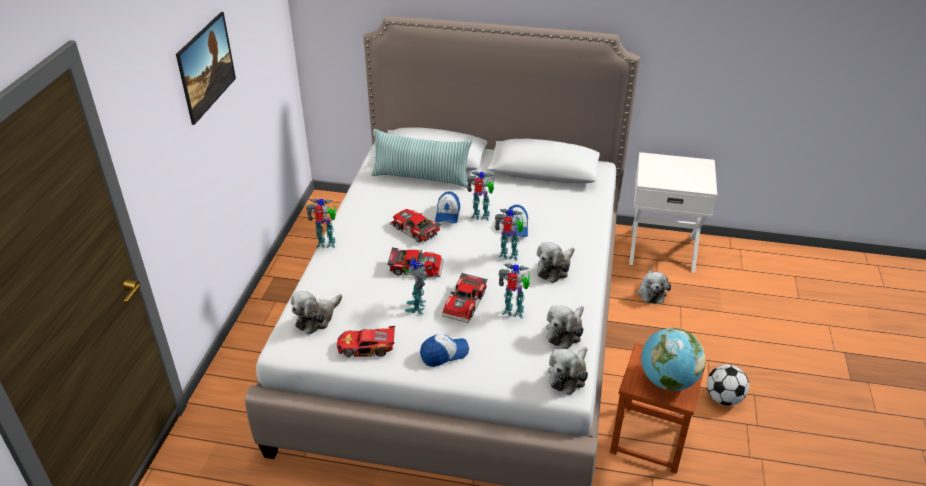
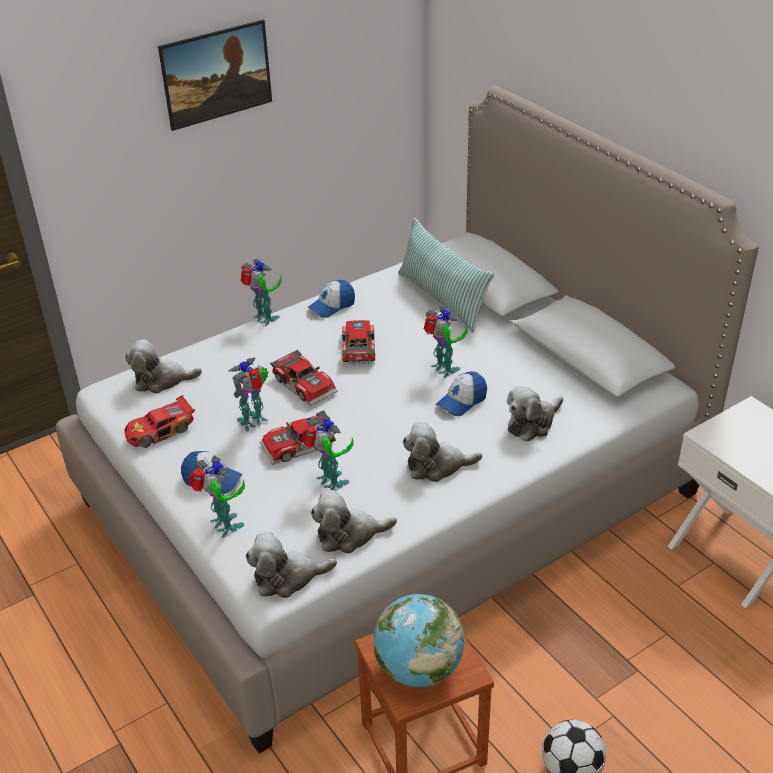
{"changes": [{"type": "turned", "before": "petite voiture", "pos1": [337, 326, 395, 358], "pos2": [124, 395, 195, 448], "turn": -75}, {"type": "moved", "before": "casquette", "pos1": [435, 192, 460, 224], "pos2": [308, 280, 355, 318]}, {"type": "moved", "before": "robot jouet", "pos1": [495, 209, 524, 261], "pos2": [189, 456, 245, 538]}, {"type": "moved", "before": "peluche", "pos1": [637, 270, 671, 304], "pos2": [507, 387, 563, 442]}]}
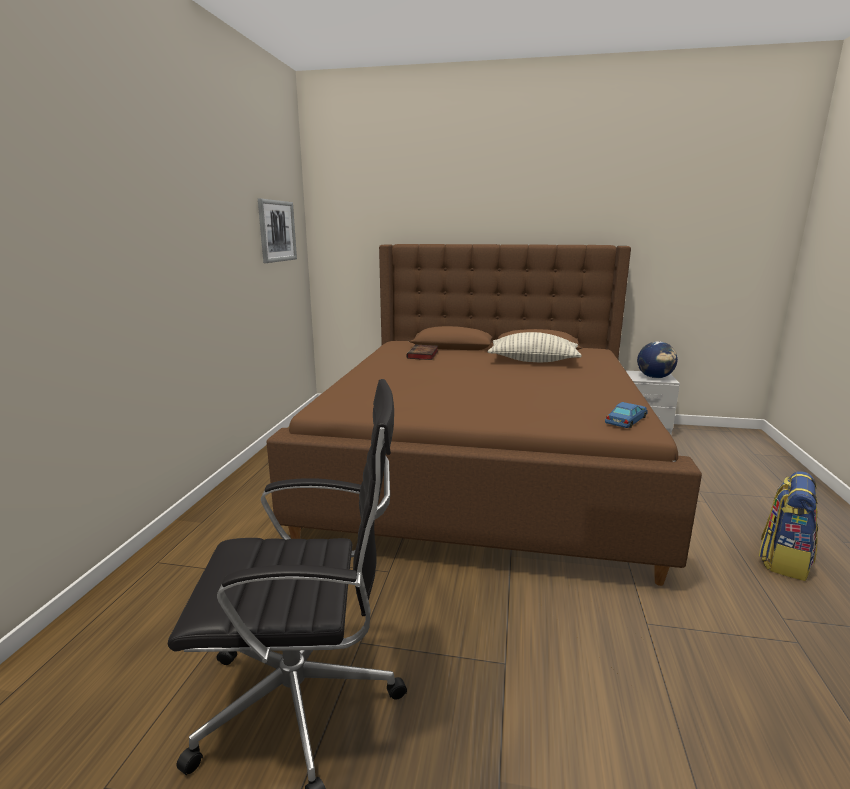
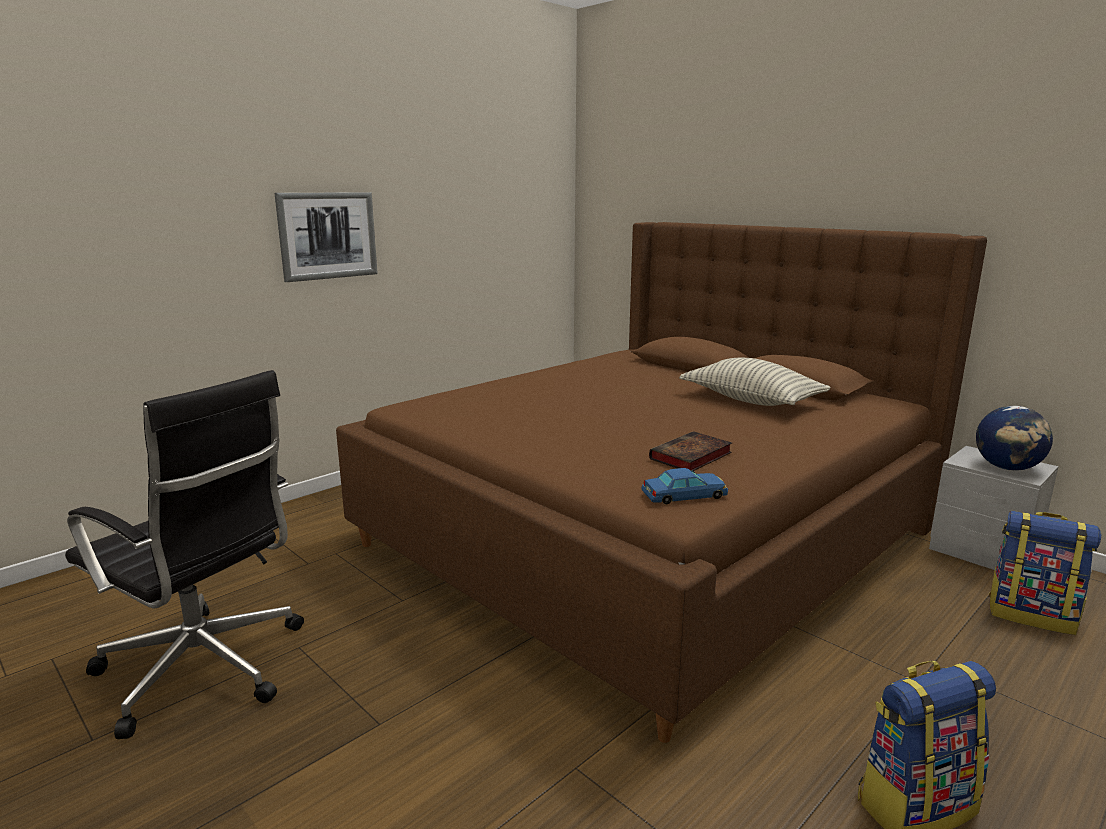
{"changes": [{"type": "moved", "before": "tableau", "pos1": [258, 198, 297, 263], "pos2": [275, 192, 378, 282]}, {"type": "moved", "before": "livre", "pos1": [407, 345, 438, 360], "pos2": [649, 431, 732, 471]}, {"type": "added", "after": "sac à dos", "pos2": [989, 511, 1102, 635]}]}
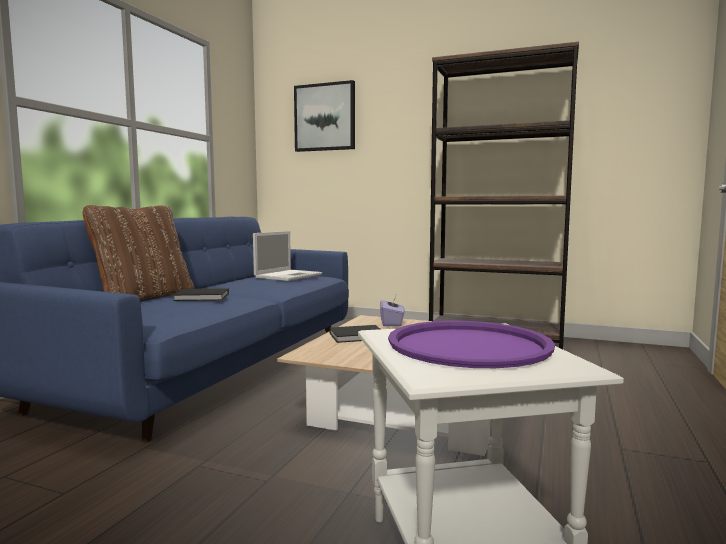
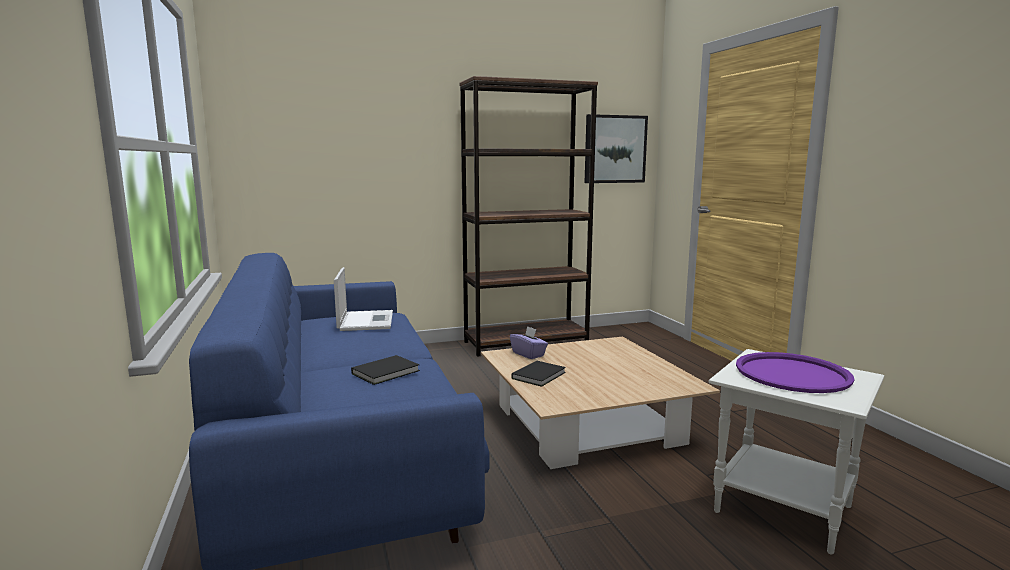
{"changes": [{"type": "removed", "before": "coussin [marron]", "pos1": [83, 205, 194, 300]}, {"type": "moved", "before": "tableau", "pos1": [294, 80, 355, 152], "pos2": [585, 114, 648, 183]}]}
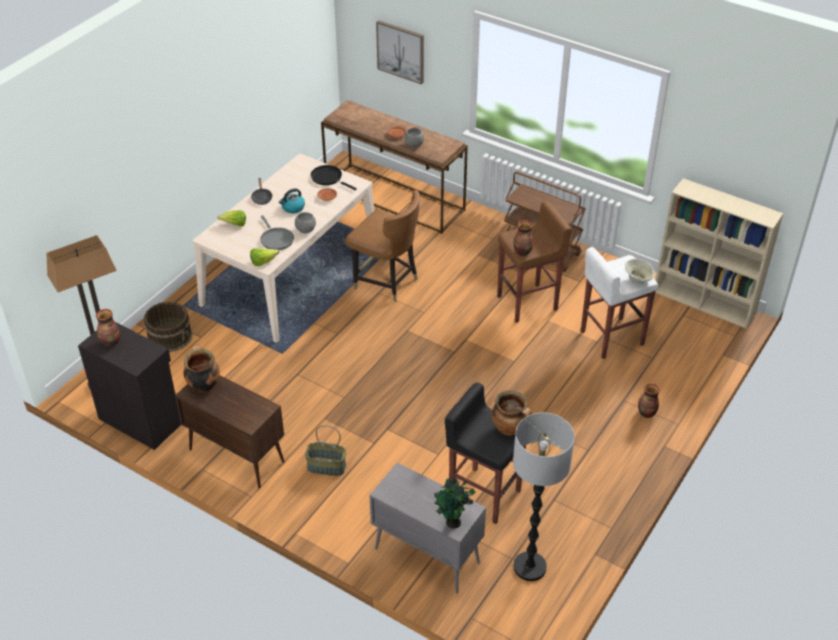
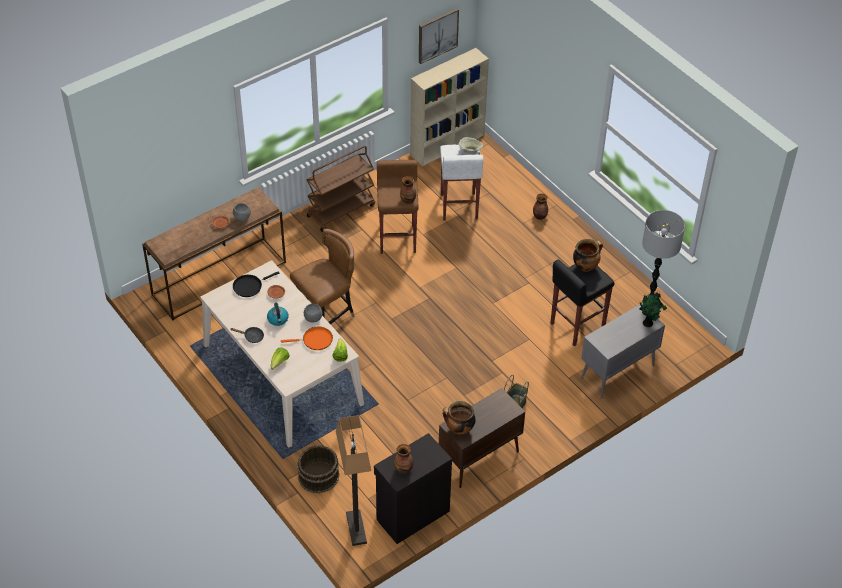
{"changes": [{"type": "recoloured", "before": "poêle [gris]", "after": "poêle [orange]", "pos1": [260, 215, 294, 250], "pos2": [281, 326, 333, 350]}, {"type": "moved", "before": "tableau", "pos1": [376, 20, 424, 85], "pos2": [419, 8, 459, 64]}]}
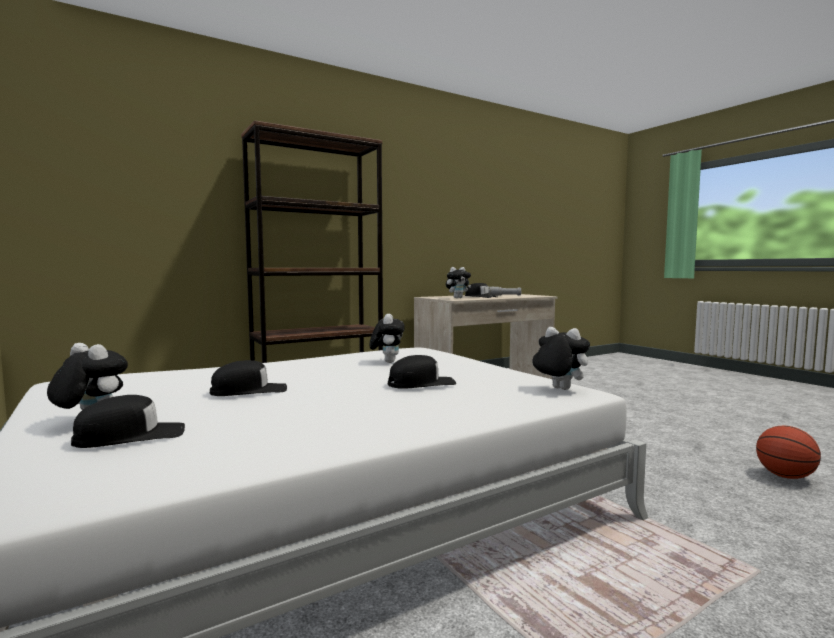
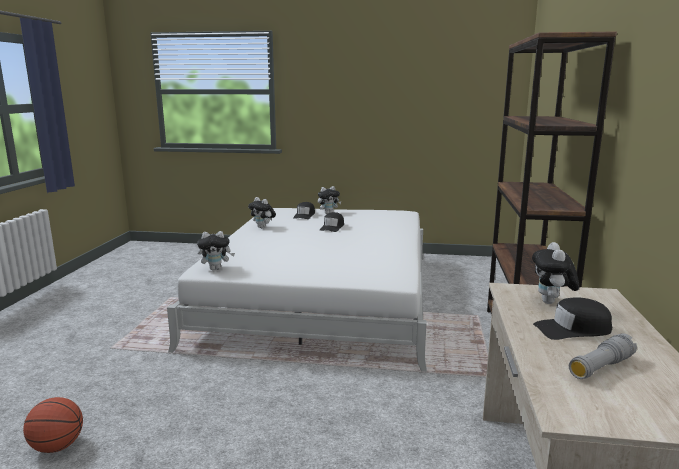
{"changes": [{"type": "moved", "before": "peluche", "pos1": [369, 314, 404, 363], "pos2": [248, 197, 276, 228]}, {"type": "removed", "before": "casquette [noir]", "pos1": [388, 355, 456, 389]}]}
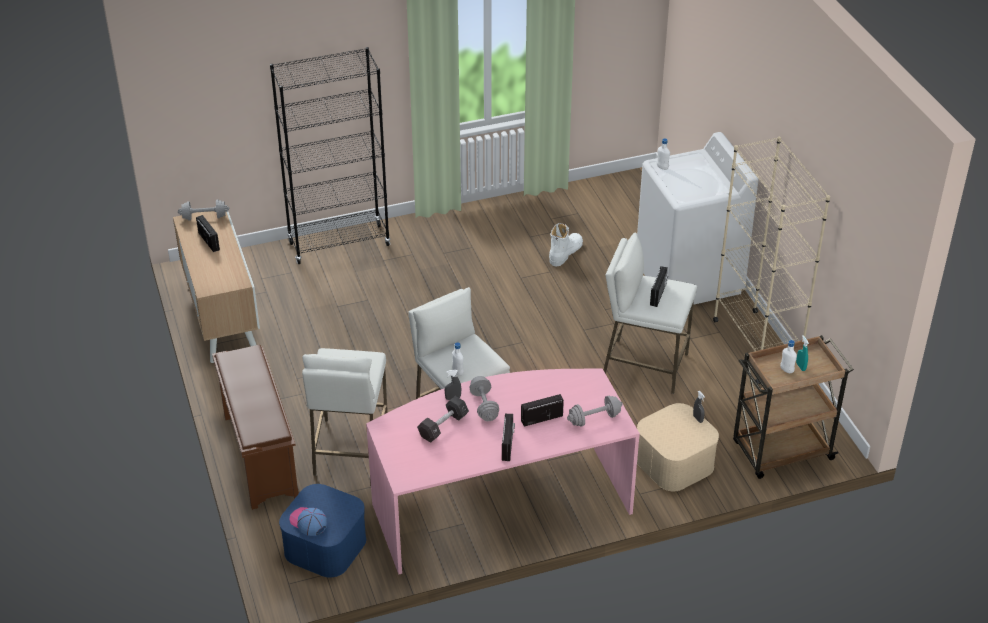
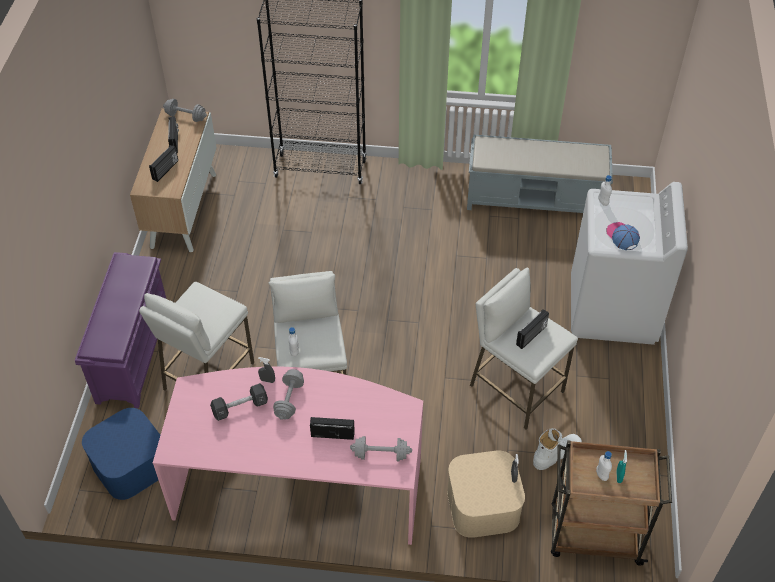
{"changes": [{"type": "recoloured", "before": "étagère à chaussures [marron]", "after": "étagère à chaussures [violet]", "pos1": [212, 345, 299, 510], "pos2": [75, 252, 166, 408]}, {"type": "moved", "before": "casquette", "pos1": [289, 507, 327, 536], "pos2": [606, 222, 640, 250]}, {"type": "moved", "before": "radio", "pos1": [502, 414, 515, 461], "pos2": [149, 145, 178, 182]}, {"type": "moved", "before": "botte [blanc]", "pos1": [549, 223, 583, 266], "pos2": [533, 428, 582, 470]}, {"type": "removed", "before": "bibliothèque [beige]", "pos1": [713, 136, 830, 384]}, {"type": "added", "after": "banc [gris]", "pos2": [467, 134, 613, 213]}]}
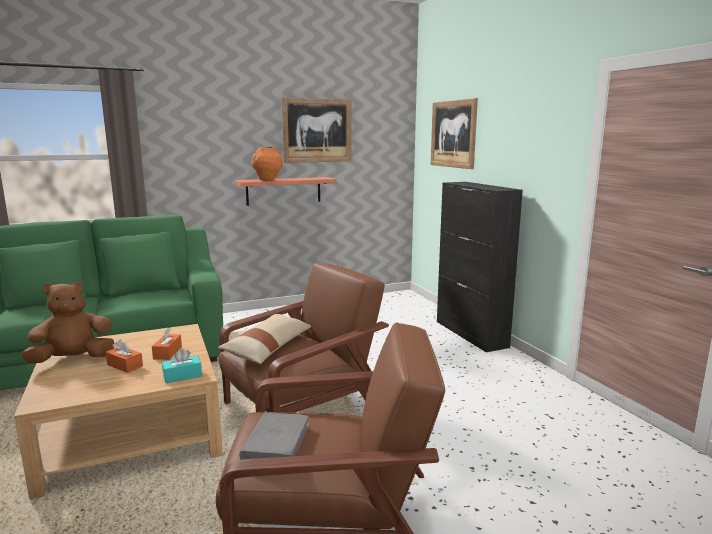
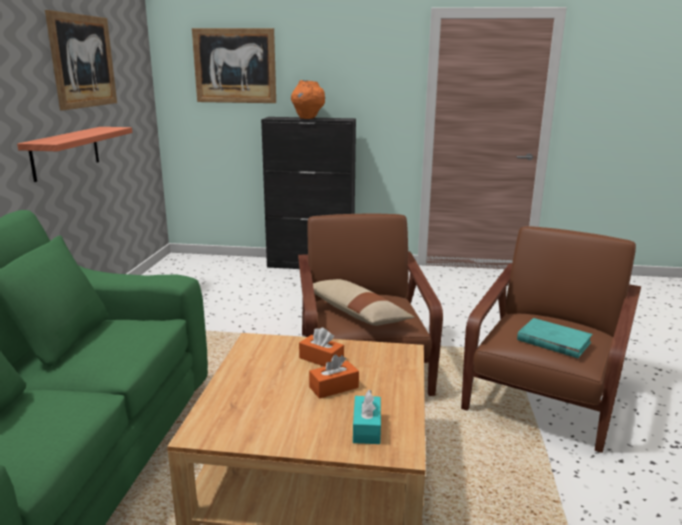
{"changes": [{"type": "removed", "before": "peluche [marron]", "pos1": [21, 281, 114, 364]}, {"type": "moved", "before": "boîte à mouchoirs [turquoise]", "pos1": [162, 349, 202, 383], "pos2": [353, 390, 381, 444]}, {"type": "recoloured", "before": "livre [gris]", "after": "livre [turquoise]", "pos1": [239, 412, 310, 460], "pos2": [517, 318, 593, 358]}, {"type": "moved", "before": "vase [orange]", "pos1": [251, 146, 283, 181], "pos2": [291, 80, 325, 119]}]}
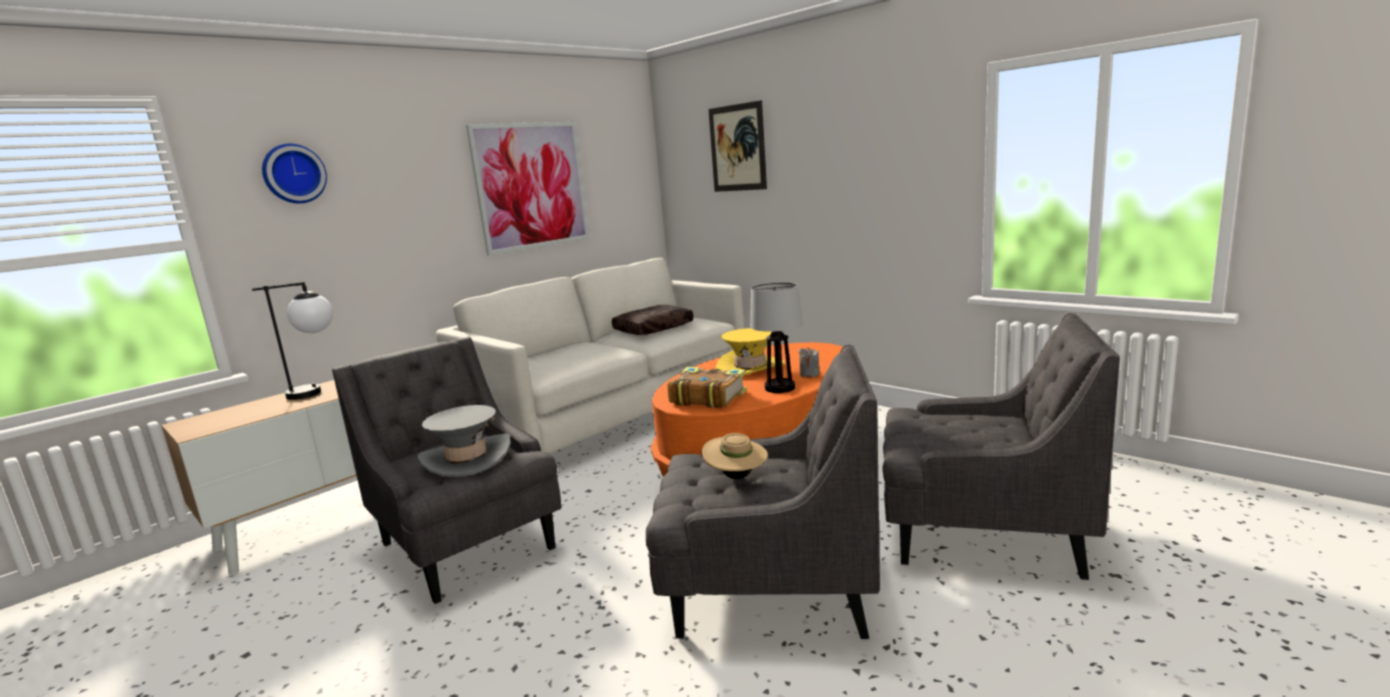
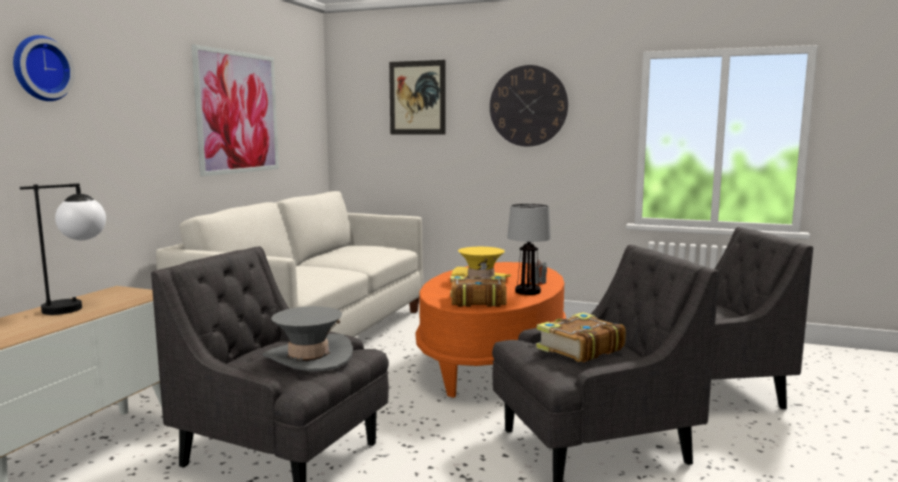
{"changes": [{"type": "removed", "before": "coussin [marron]", "pos1": [612, 305, 693, 335]}, {"type": "replaced", "before": "chapeau [beige]", "after": "livre", "pos1": [702, 433, 768, 479], "pos2": [536, 312, 626, 362]}, {"type": "added", "after": "horloge murale", "pos2": [490, 65, 568, 147]}]}
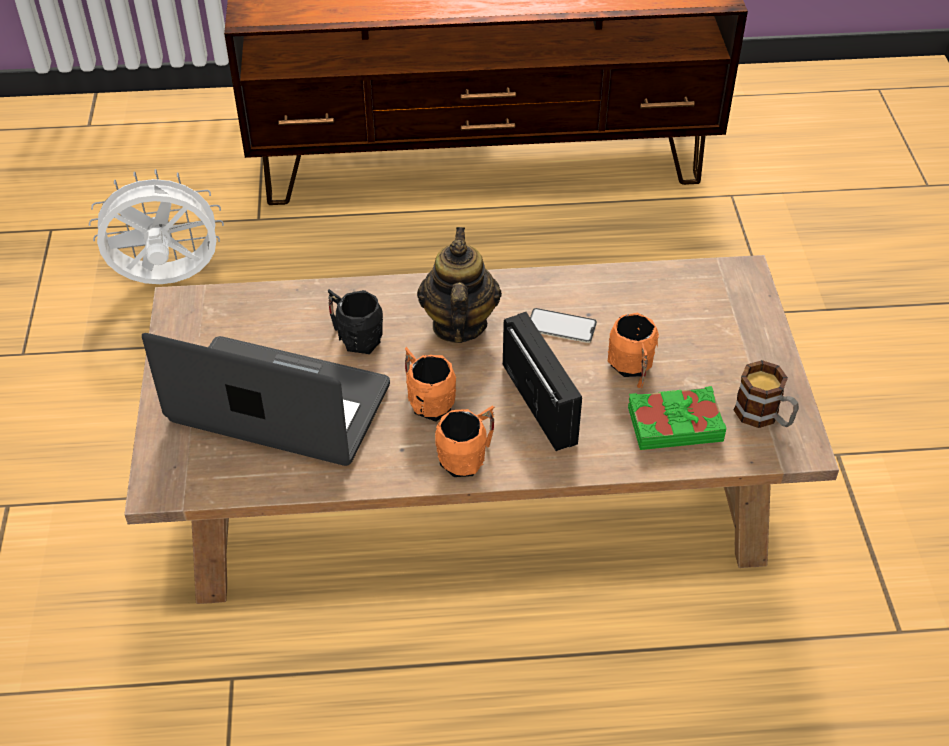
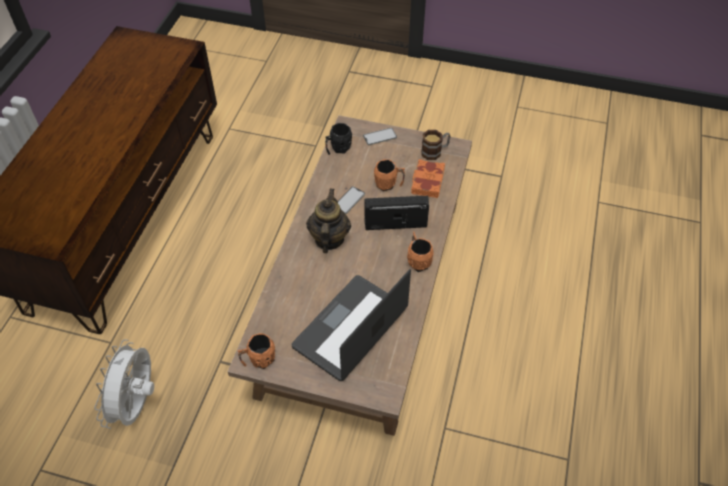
{"changes": [{"type": "moved", "before": "mug [noir]", "pos1": [328, 289, 383, 354], "pos2": [325, 123, 352, 155]}, {"type": "moved", "before": "mug [orange]", "pos1": [405, 347, 456, 422], "pos2": [237, 333, 275, 369]}, {"type": "turned", "before": "théière", "pos1": [417, 227, 502, 343], "pos2": [306, 189, 351, 253], "turn": 75}, {"type": "recoloured", "before": "livre [vert]", "after": "livre [orange]", "pos1": [628, 386, 727, 450], "pos2": [411, 159, 445, 198]}, {"type": "added", "after": "téléphone", "pos2": [363, 128, 397, 145]}]}
